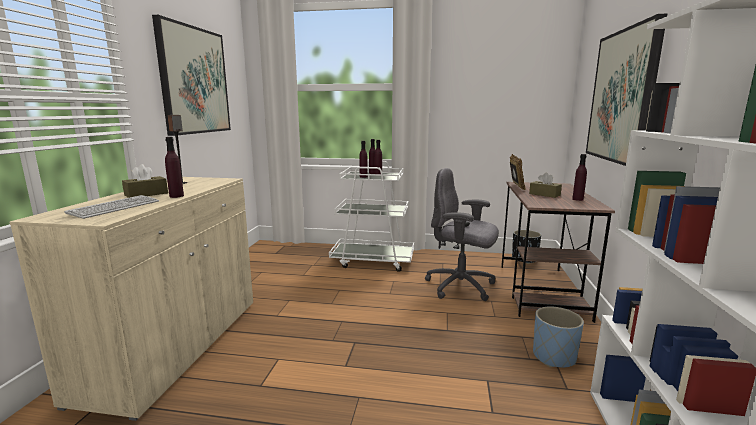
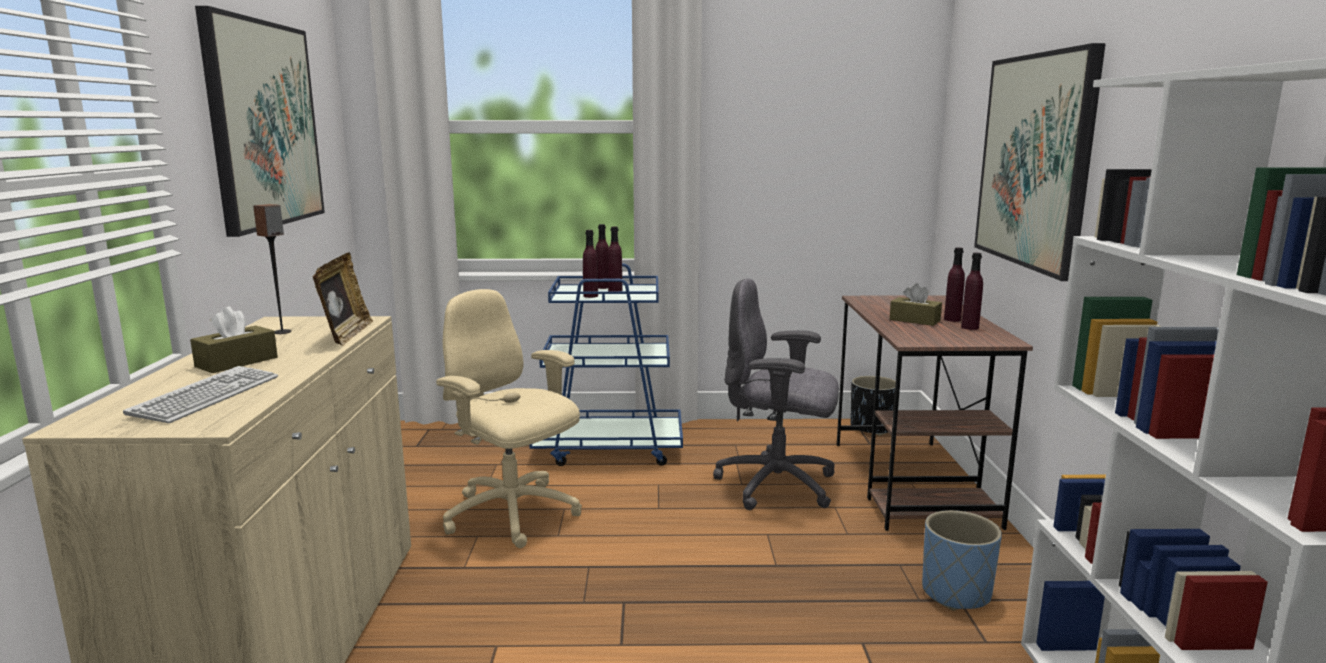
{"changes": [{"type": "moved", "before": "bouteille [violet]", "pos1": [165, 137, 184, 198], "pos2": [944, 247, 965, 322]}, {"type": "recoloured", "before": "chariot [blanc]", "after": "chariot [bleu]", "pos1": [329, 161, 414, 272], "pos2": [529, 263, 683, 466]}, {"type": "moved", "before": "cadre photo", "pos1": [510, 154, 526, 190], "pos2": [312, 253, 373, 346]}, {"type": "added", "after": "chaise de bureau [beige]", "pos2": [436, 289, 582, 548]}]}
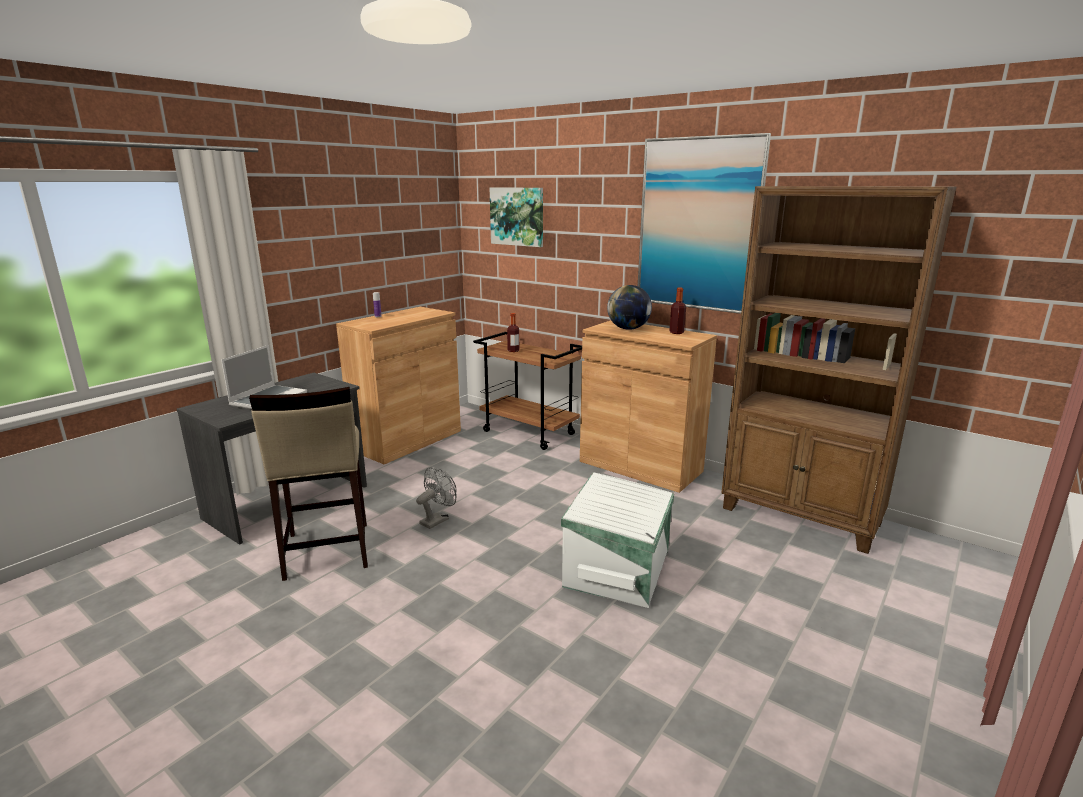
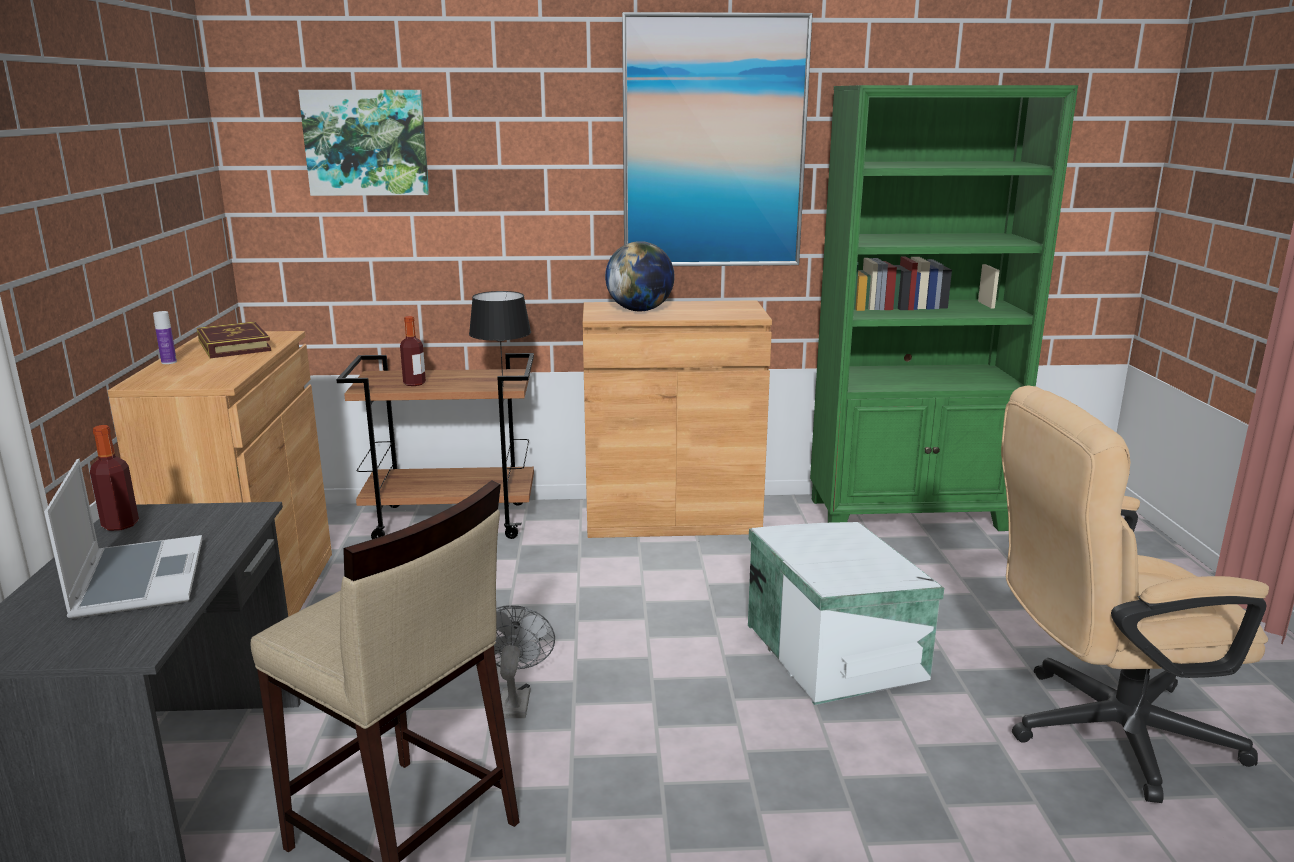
{"changes": [{"type": "moved", "before": "bouteille", "pos1": [670, 288, 686, 334], "pos2": [90, 425, 139, 531]}, {"type": "recoloured", "before": "bibliothèque [marron]", "after": "bibliothèque [vert]", "pos1": [721, 186, 957, 554], "pos2": [810, 85, 1078, 531]}, {"type": "added", "after": "livre", "pos2": [197, 322, 272, 358]}, {"type": "added", "after": "lampe de table [noir]", "pos2": [469, 291, 531, 385]}, {"type": "added", "after": "chaise de bureau [beige]", "pos2": [1001, 386, 1269, 803]}]}
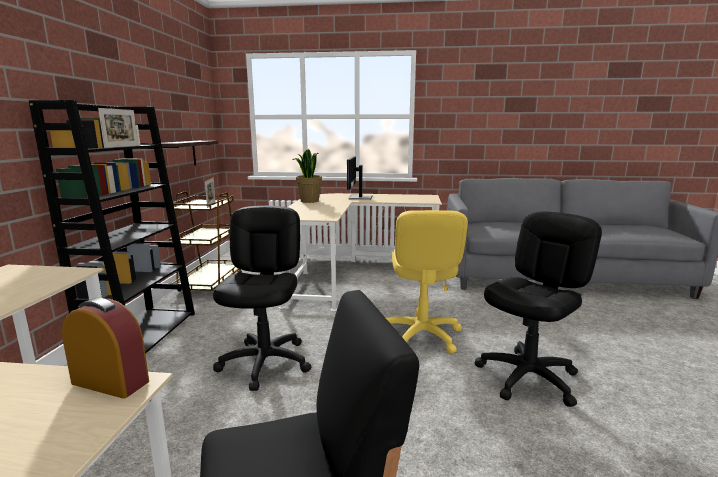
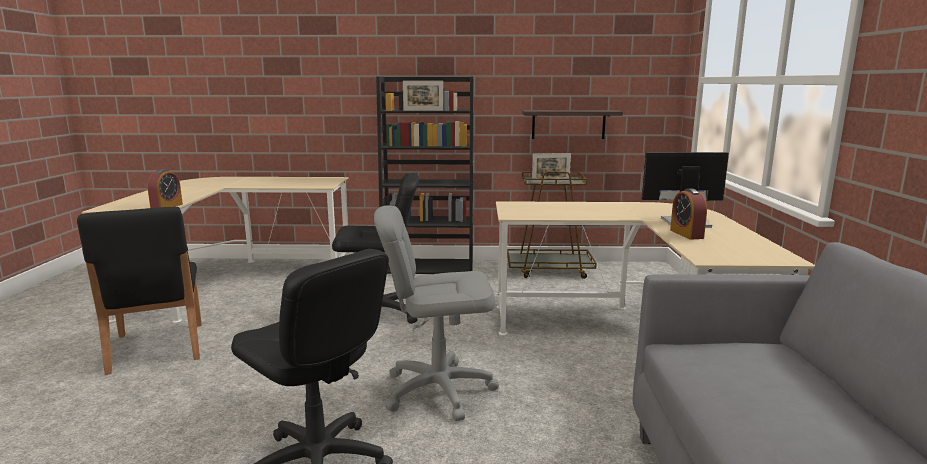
{"changes": [{"type": "removed", "before": "plante en pot", "pos1": [293, 149, 322, 203]}, {"type": "recoloured", "before": "chaise de bureau [jaune]", "after": "chaise de bureau [gris]", "pos1": [386, 210, 468, 353], "pos2": [374, 206, 499, 421]}, {"type": "added", "after": "réveil", "pos2": [670, 189, 707, 240]}]}
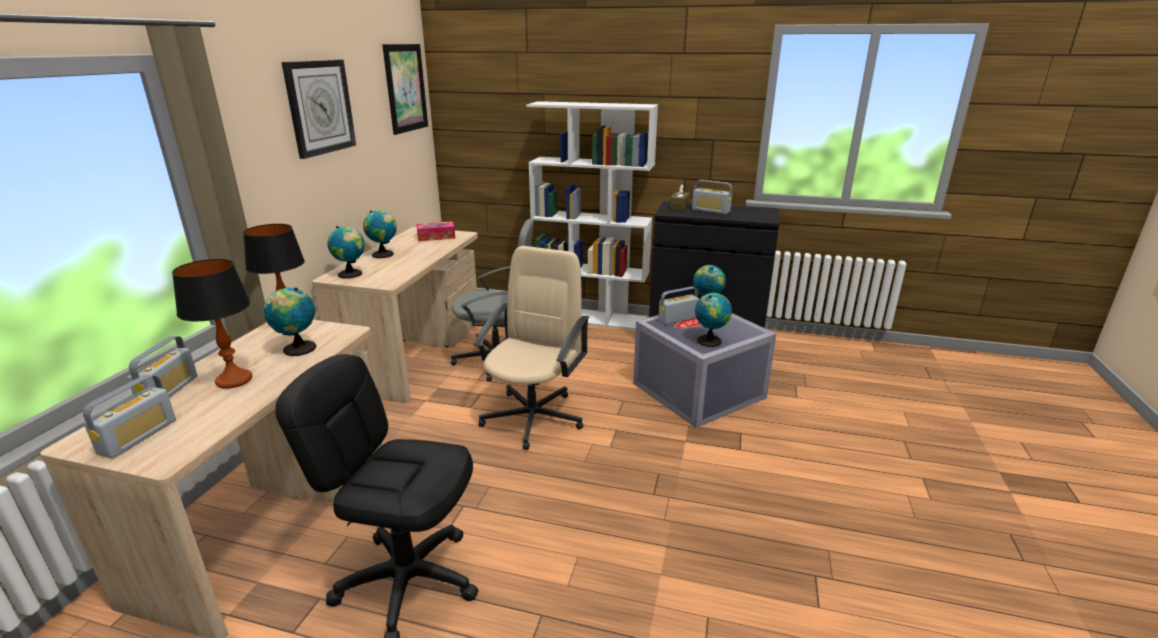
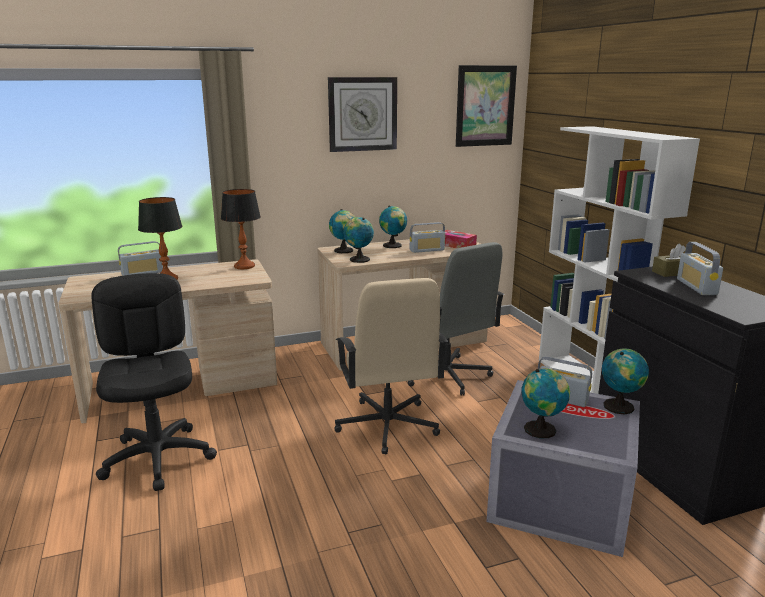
{"changes": [{"type": "moved", "before": "radio", "pos1": [83, 374, 176, 458], "pos2": [410, 222, 445, 253]}, {"type": "moved", "before": "globe", "pos1": [264, 287, 317, 356], "pos2": [343, 217, 374, 263]}, {"type": "turned", "before": "chaise de bureau [beige]", "pos1": [473, 246, 590, 450], "pos2": [334, 278, 448, 455], "turn": 90}]}
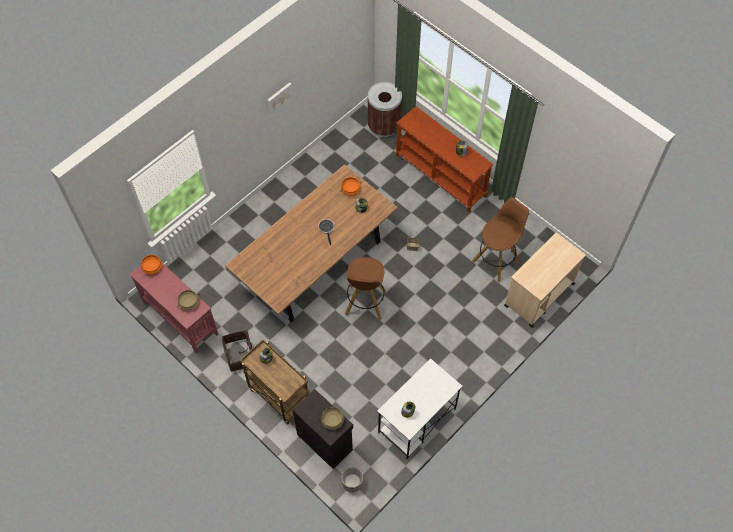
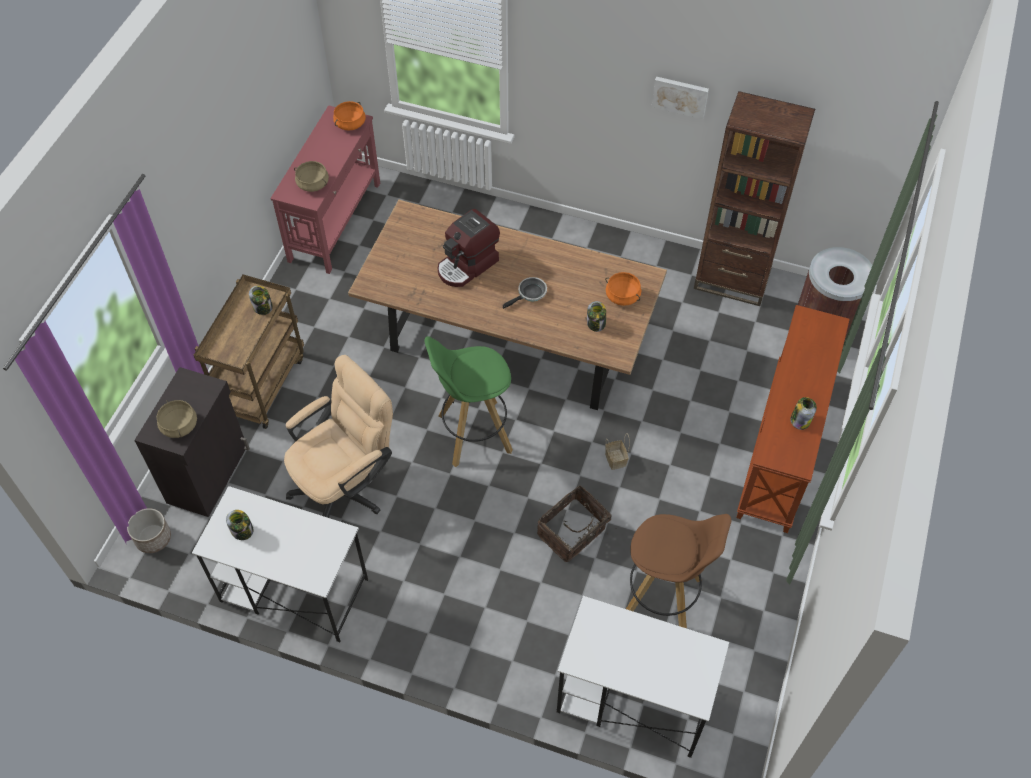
{"changes": [{"type": "moved", "before": "panier", "pos1": [222, 330, 252, 372], "pos2": [537, 486, 617, 562]}, {"type": "recoloured", "before": "tabouret [marron]", "after": "tabouret [vert]", "pos1": [345, 257, 386, 320], "pos2": [424, 336, 513, 467]}, {"type": "replaced", "before": "chariot [beige]", "after": "bureau [blanc]", "pos1": [504, 233, 586, 328], "pos2": [557, 596, 729, 758]}, {"type": "added", "after": "chaise de bureau [beige]", "pos2": [284, 355, 393, 518]}, {"type": "added", "after": "machine à café", "pos2": [438, 209, 500, 287]}, {"type": "added", "after": "bibliothèque [marron]", "pos2": [694, 91, 815, 306]}]}
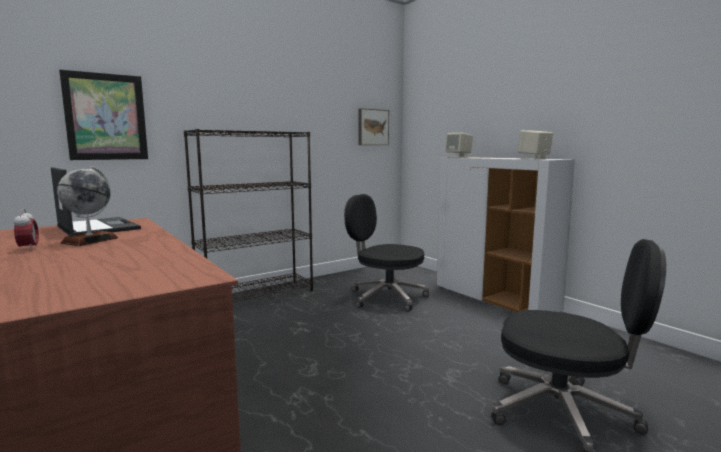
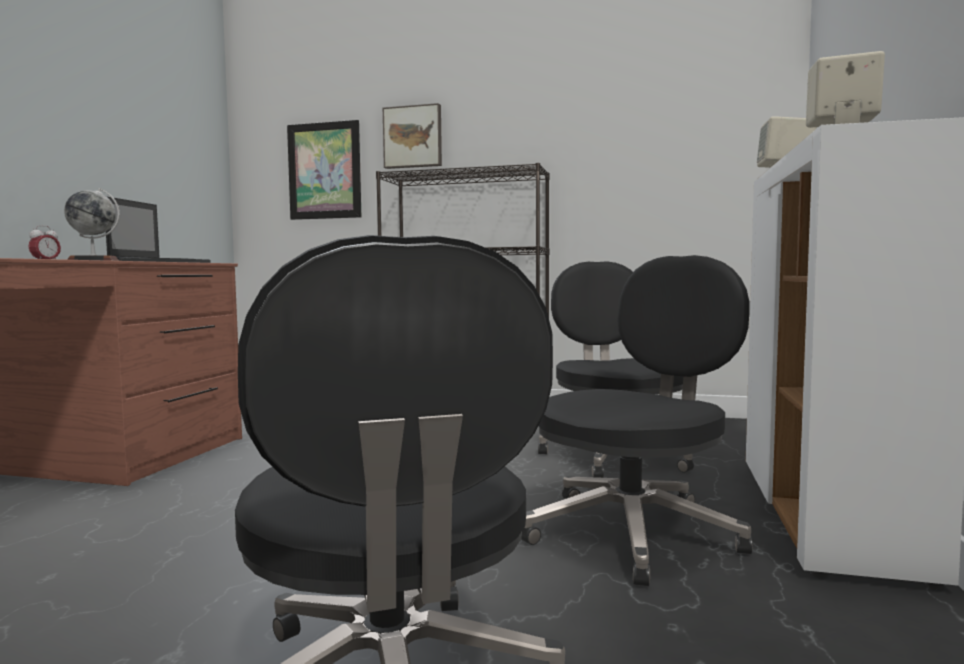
{"changes": [{"type": "moved", "before": "tableau", "pos1": [358, 108, 389, 145], "pos2": [383, 103, 442, 169]}, {"type": "added", "after": "chaise de bureau [noir]", "pos2": [521, 255, 752, 586]}]}
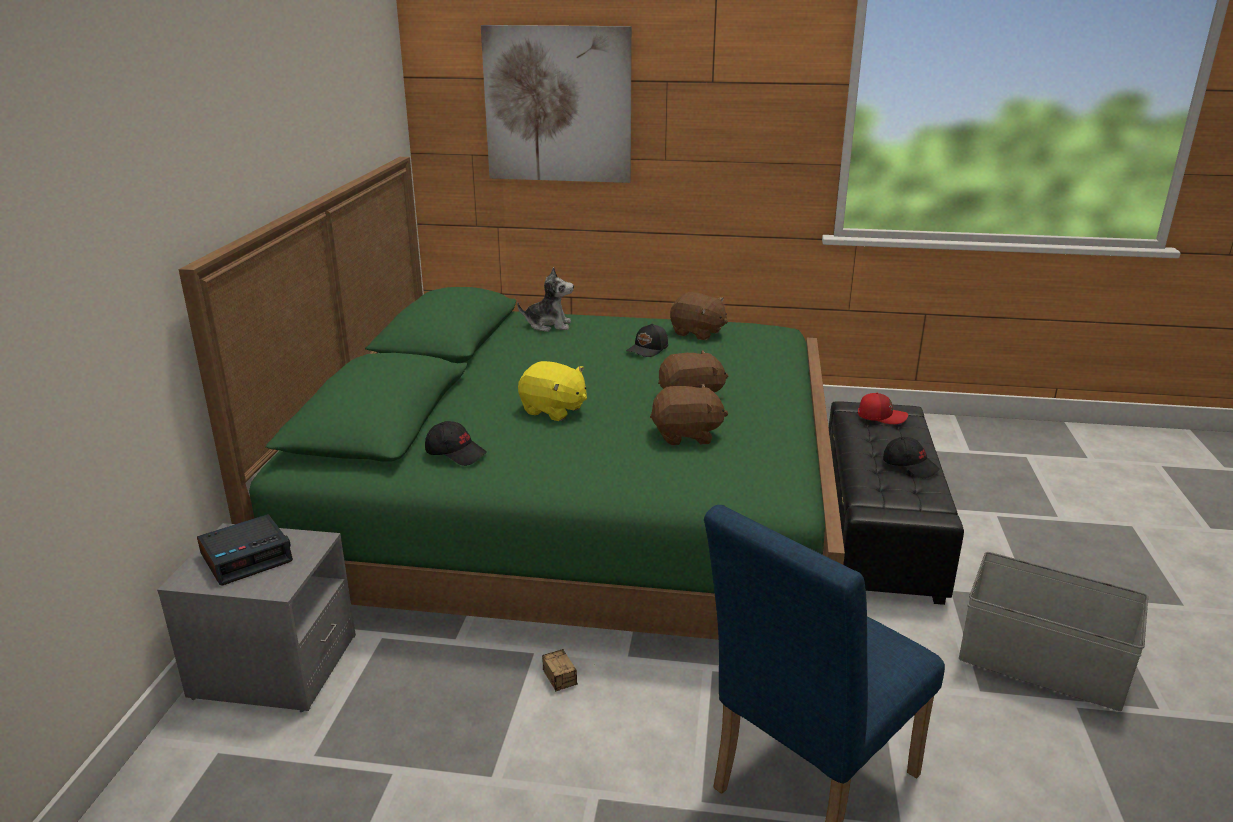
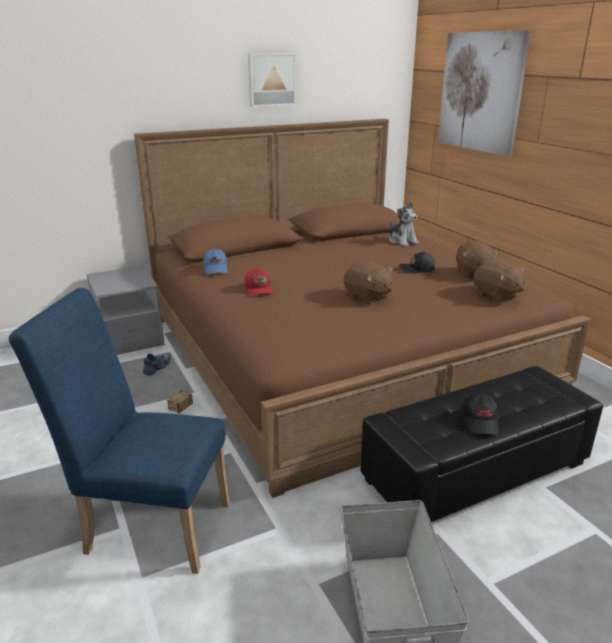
{"changes": [{"type": "recoloured", "before": "lit [vert]", "after": "lit [marron]", "pos1": [178, 157, 845, 640], "pos2": [134, 119, 591, 498]}, {"type": "removed", "before": "réveil", "pos1": [197, 514, 293, 585]}, {"type": "recoloured", "before": "casquette [noir]", "after": "casquette [bleu]", "pos1": [425, 421, 487, 466], "pos2": [203, 249, 228, 275]}, {"type": "removed", "before": "peluche [jaune]", "pos1": [518, 361, 587, 421]}, {"type": "moved", "before": "peluche [marron]", "pos1": [650, 384, 728, 445], "pos2": [473, 260, 525, 303]}, {"type": "moved", "before": "casquette [rouge]", "pos1": [858, 392, 908, 424], "pos2": [244, 268, 274, 295]}, {"type": "added", "after": "chaussure", "pos2": [143, 353, 171, 375]}, {"type": "added", "after": "tableau", "pos2": [248, 53, 296, 107]}]}
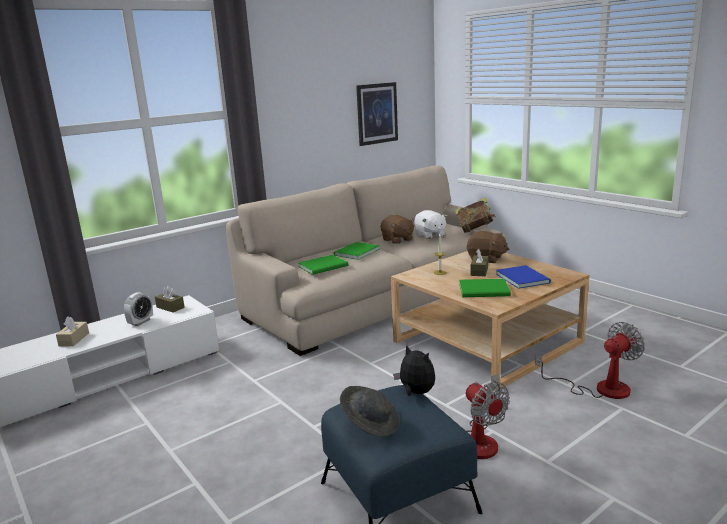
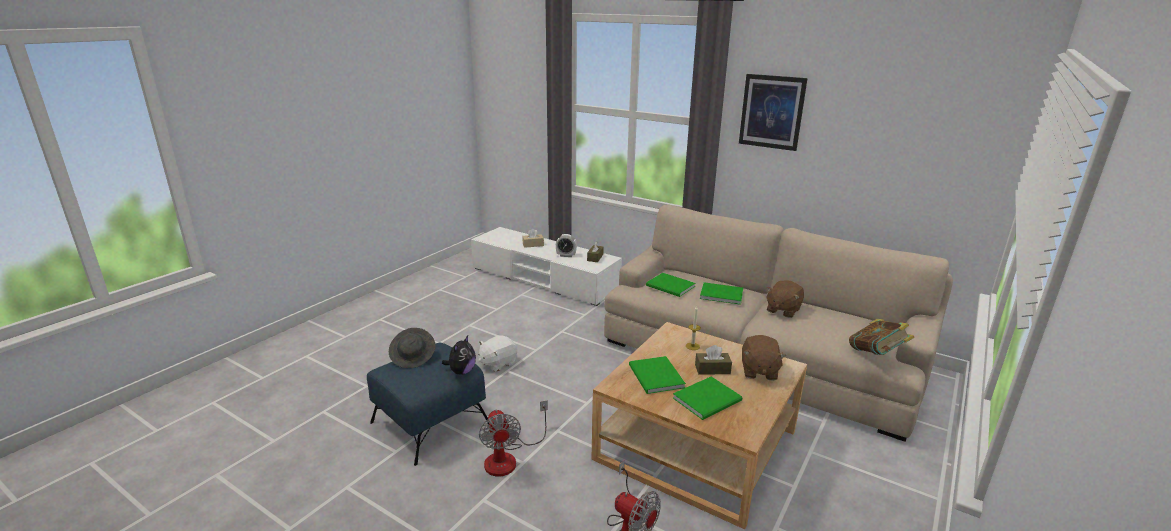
{"changes": [{"type": "moved", "before": "tableau", "pos1": [356, 82, 398, 146], "pos2": [739, 74, 808, 151]}, {"type": "moved", "before": "peluche [blanc]", "pos1": [414, 210, 447, 239], "pos2": [479, 335, 517, 372]}, {"type": "turned", "before": "ventilateur", "pos1": [466, 374, 510, 459], "pos2": [479, 400, 548, 477], "turn": -60}, {"type": "recoloured", "before": "livre [bleu]", "after": "livre [vert]", "pos1": [496, 265, 551, 289], "pos2": [673, 377, 742, 420]}]}
